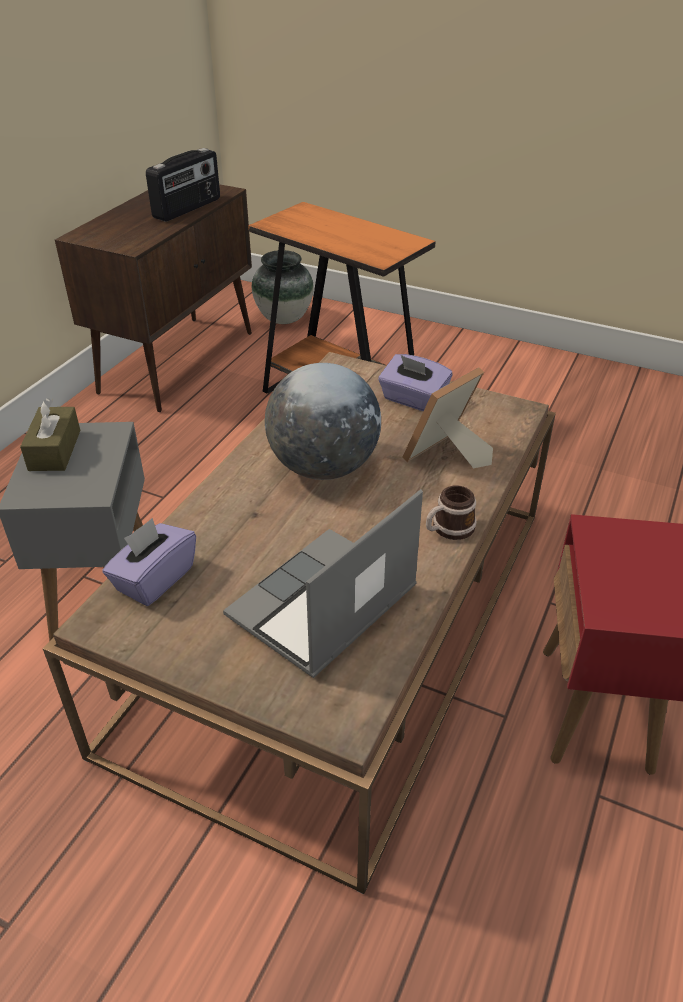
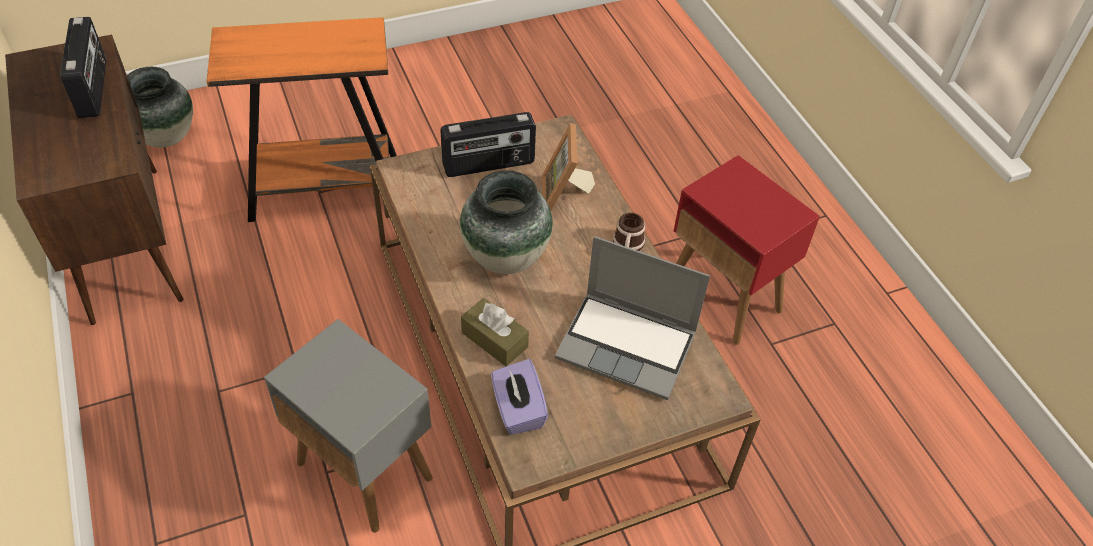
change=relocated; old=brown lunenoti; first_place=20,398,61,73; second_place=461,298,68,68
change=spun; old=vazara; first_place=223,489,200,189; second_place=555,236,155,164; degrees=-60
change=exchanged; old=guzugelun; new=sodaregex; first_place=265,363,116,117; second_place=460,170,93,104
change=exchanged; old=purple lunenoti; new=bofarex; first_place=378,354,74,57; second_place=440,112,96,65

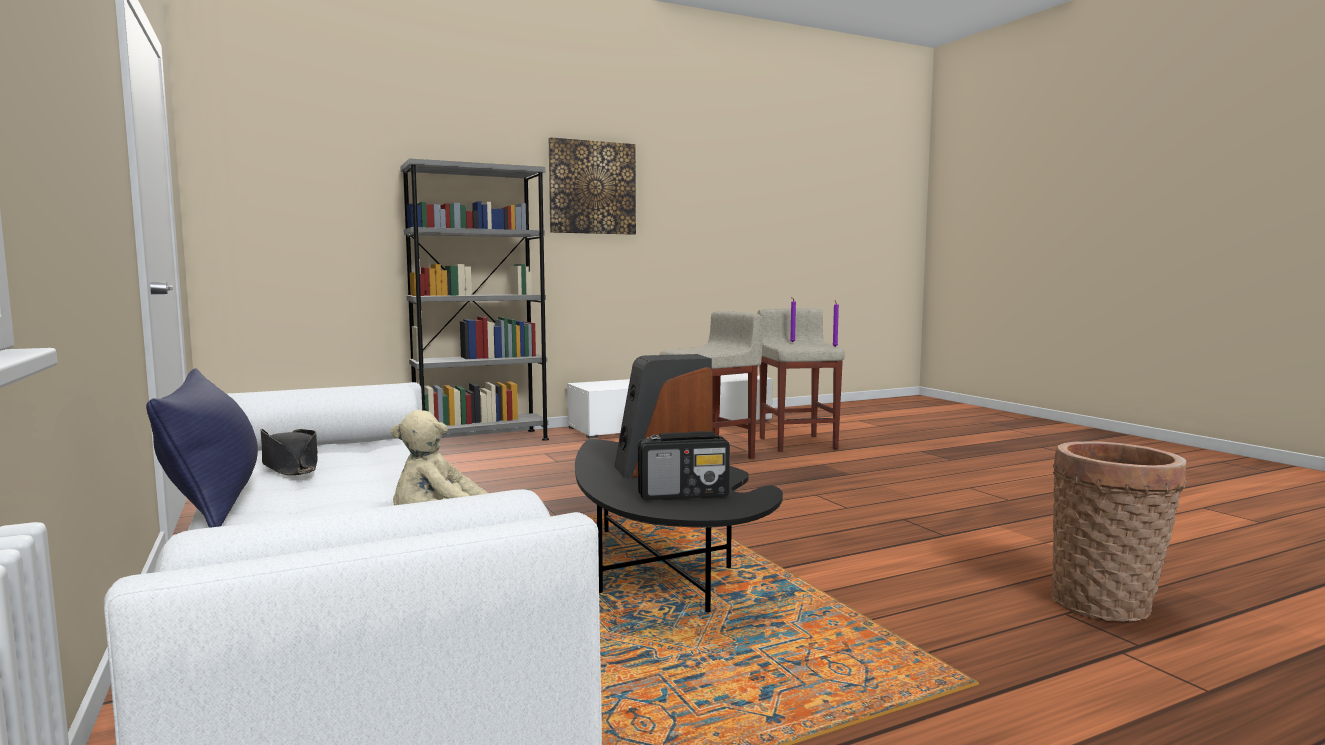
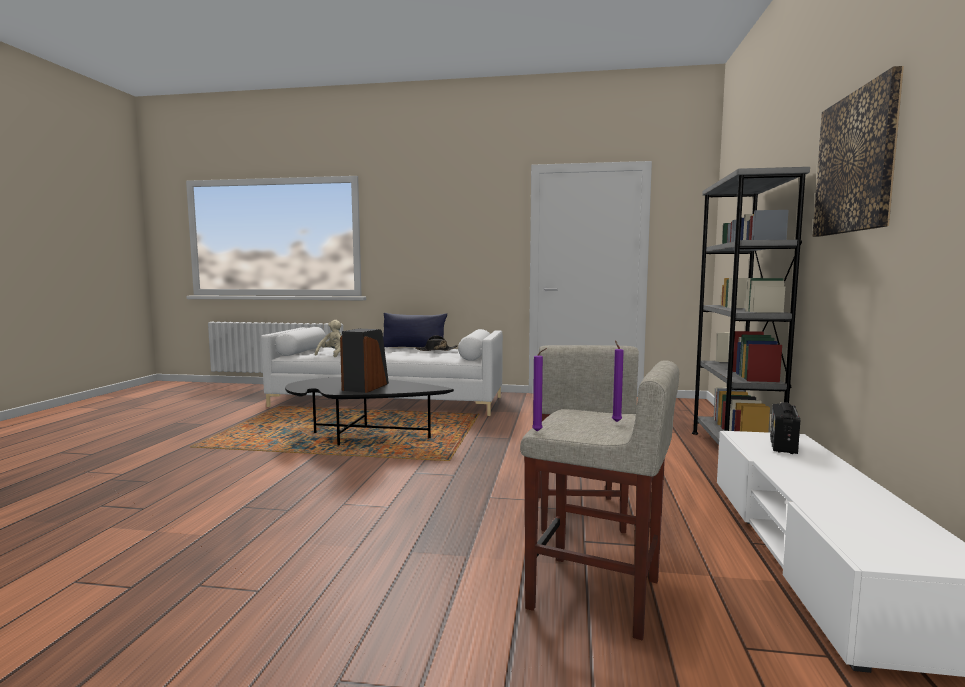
change=relocated; old=bofarex; first_place=638,431,92,69; second_place=770,402,30,52
change=missing; old=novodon; first_place=1051,441,136,181

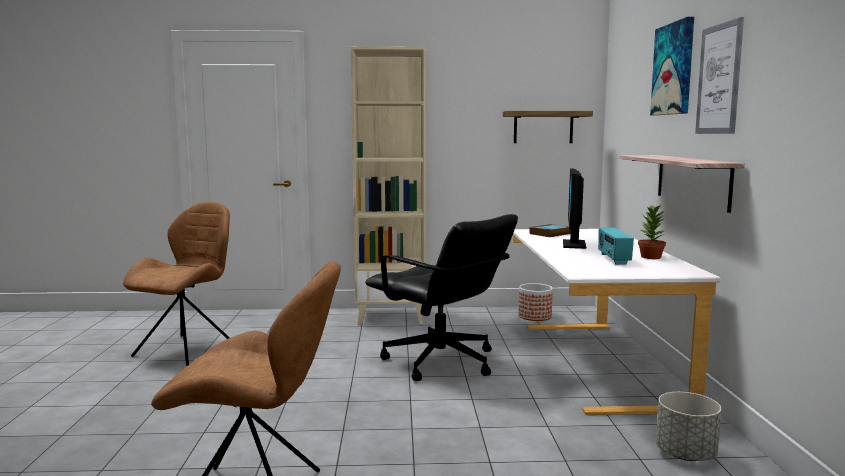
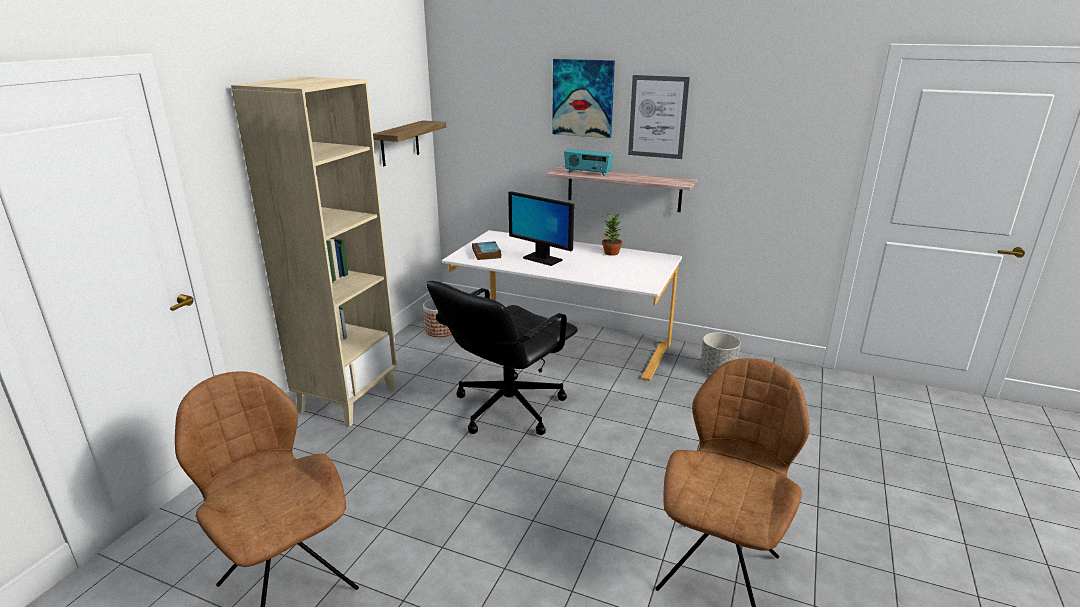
change=spun; old=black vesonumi; first_place=365,214,153,167; second_place=427,281,151,154; degrees=150
change=relocated; old=bofarex; first_place=598,228,36,37; second_place=564,149,49,27

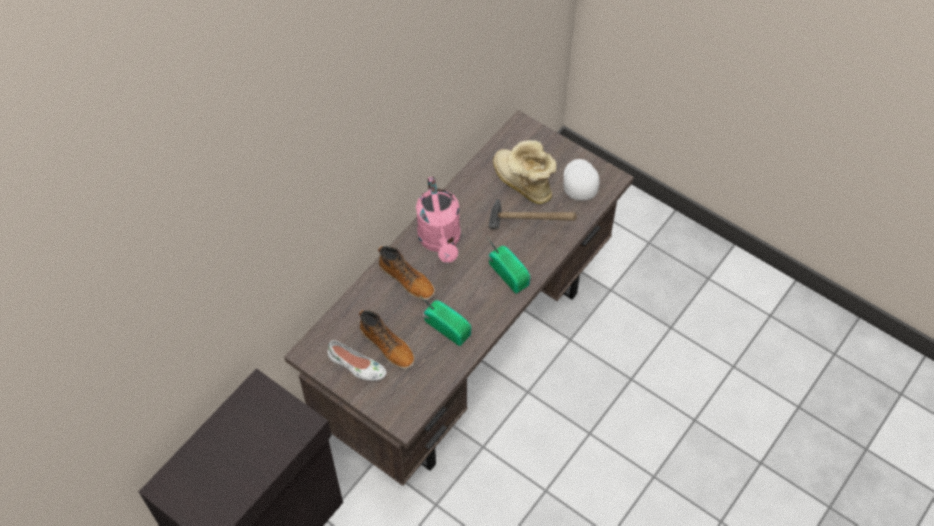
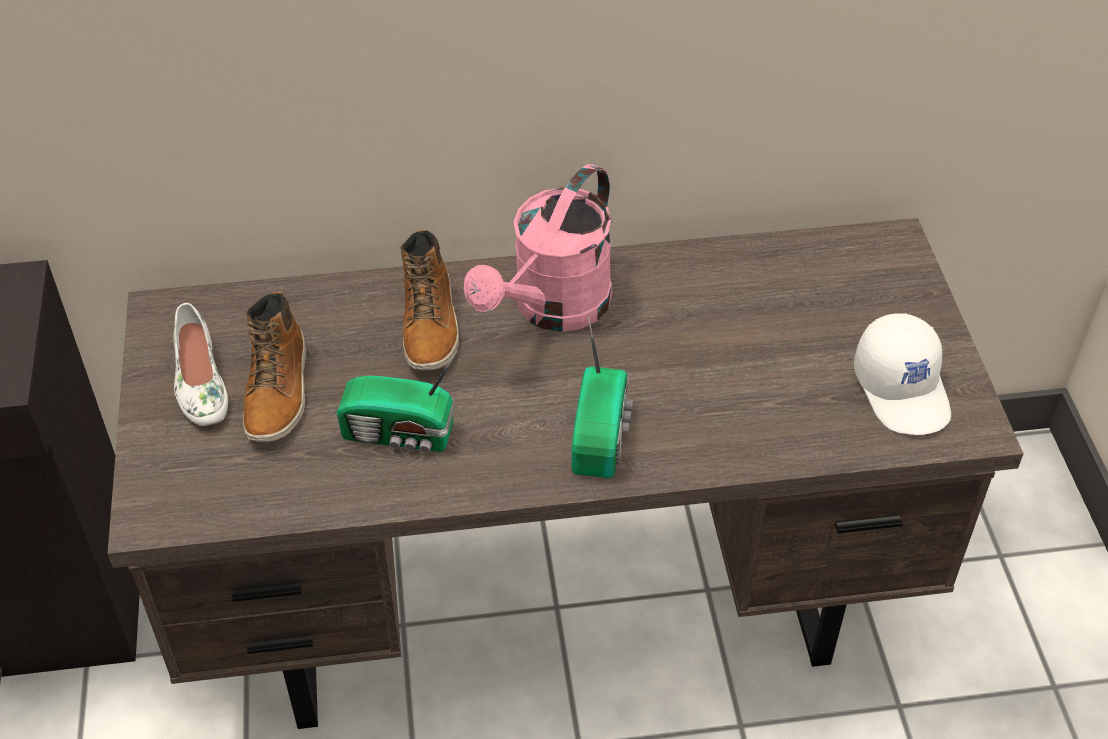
change=spun; old=bofarex; first_place=419,295,53,51; second_place=337,350,121,103; degrees=105
change=missing; old=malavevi; first_place=488,199,89,31
change=missing; old=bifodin; first_place=493,140,64,64
change=spun; old=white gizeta; first_place=564,159,36,41; second_place=854,313,97,122; degrees=120

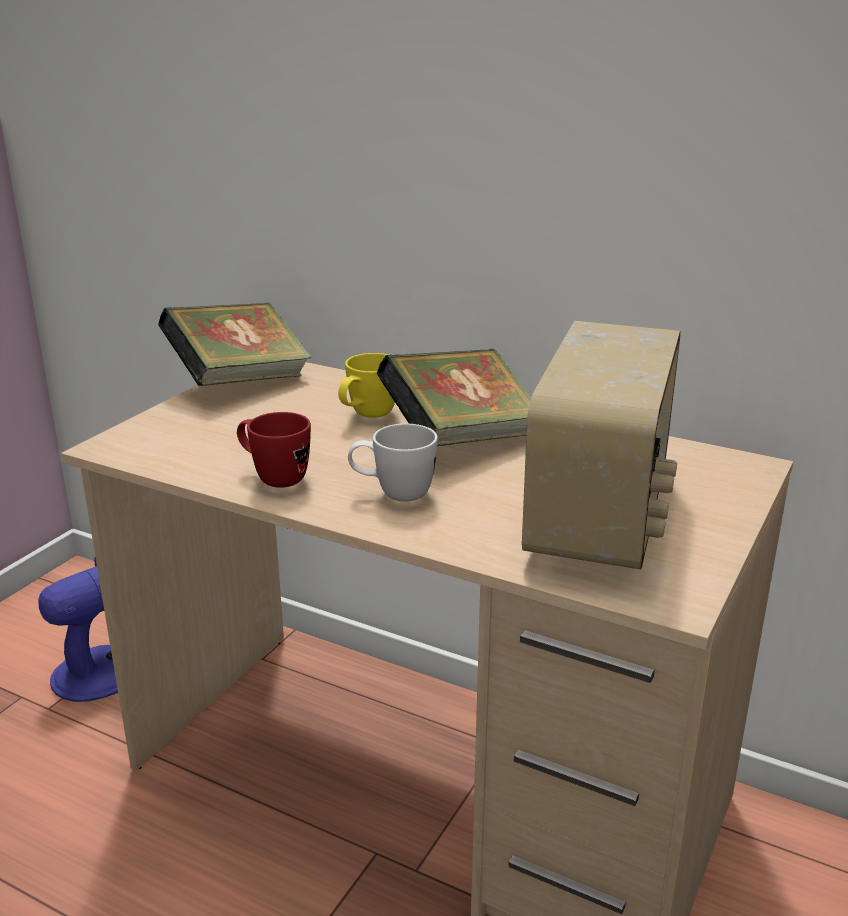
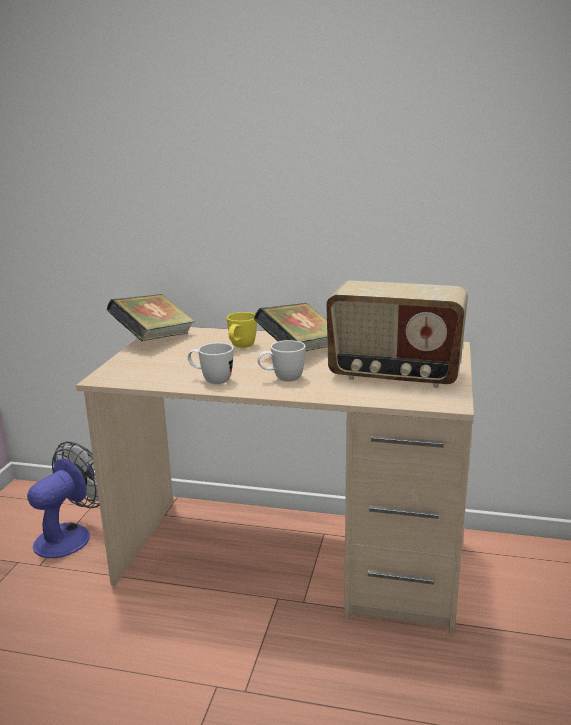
change=colour; old=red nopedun; new=white nopedun; first_place=237,412,74,76; second_place=188,343,45,41
change=spun; old=bofarex; first_place=522,321,159,248; second_place=326,280,142,108; degrees=105

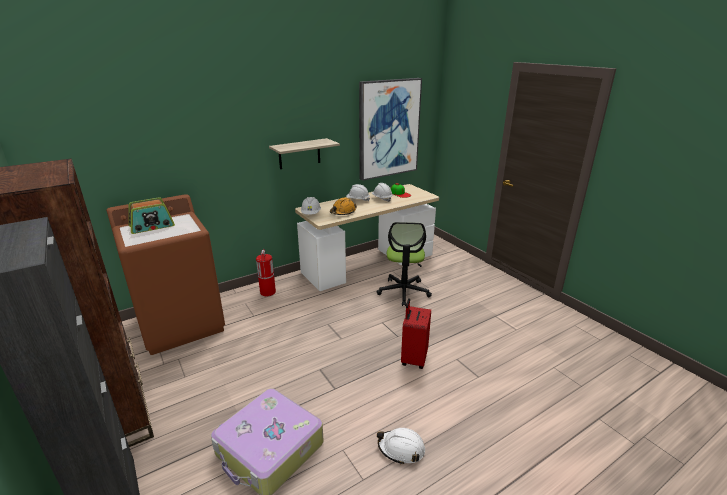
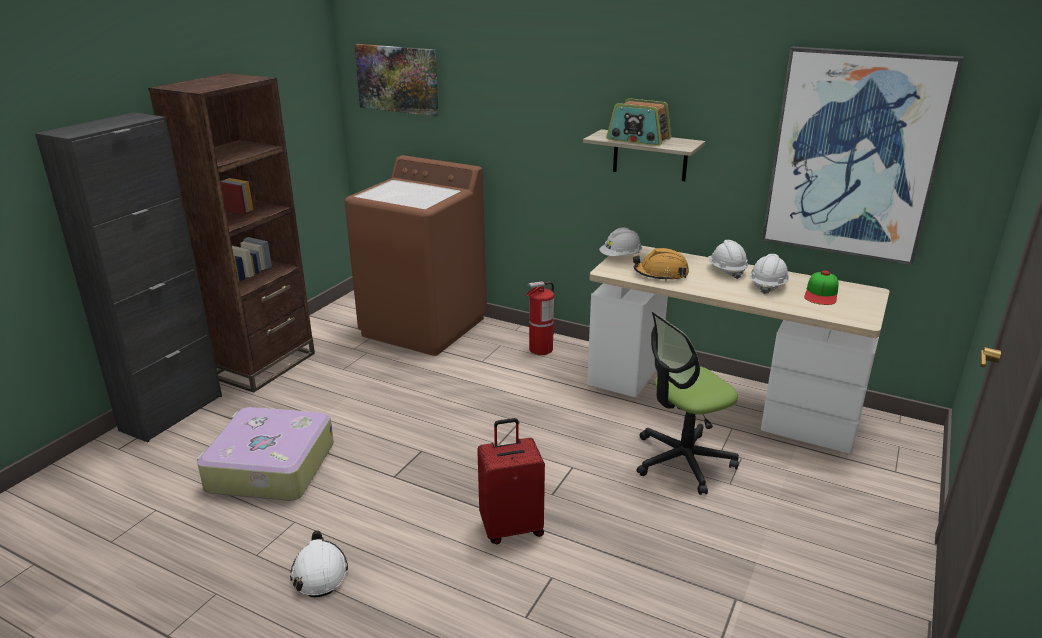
change=relocated; old=bofarex; first_place=129,198,46,36; second_place=606,98,66,48
change=appeared; new=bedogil; second_place=354,44,85,72

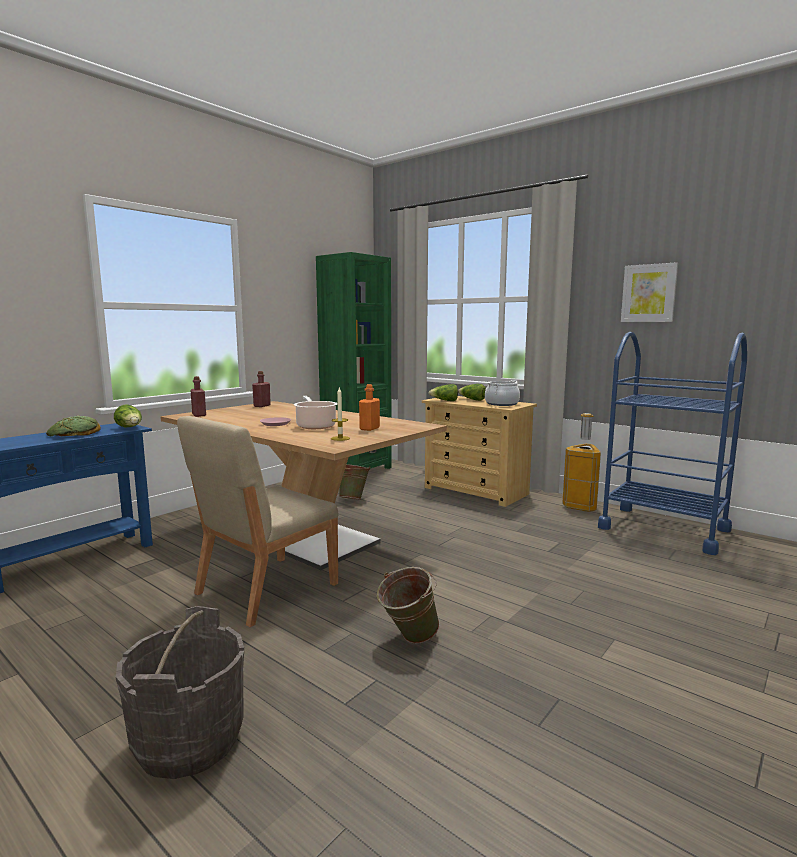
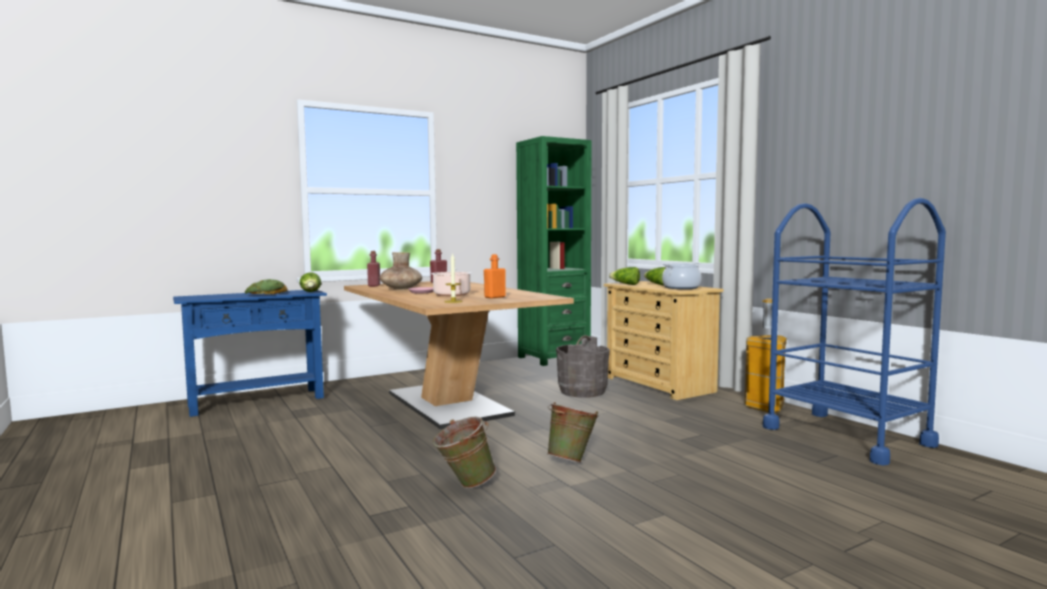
change=relocated; old=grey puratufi; first_place=116,606,128,173; second_place=556,335,54,63
change=missing; old=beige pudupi; first_place=177,416,162,211
change=relocated; old=green puratufi; first_place=339,464,31,36; second_place=547,402,52,61
change=missing; old=bedogil; first_place=621,262,57,60
change=appeared; new=brown sodaregex; second_place=380,252,42,38

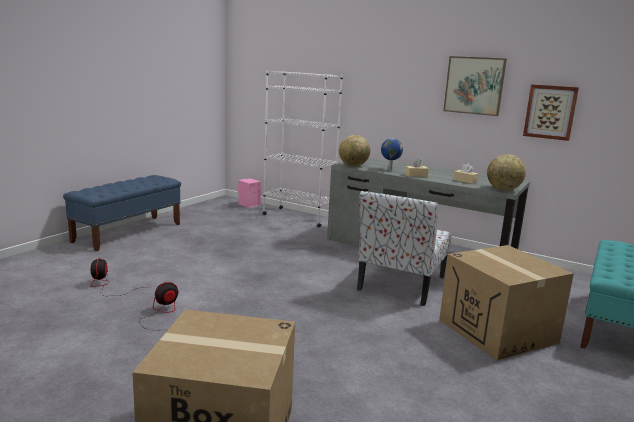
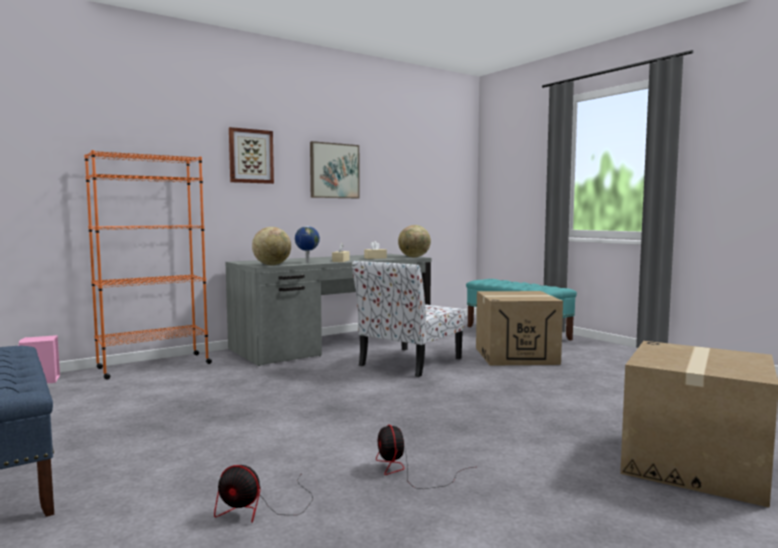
change=colour; old=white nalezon; new=orange nalezon; first_place=263,71,80,157; second_place=84,150,128,230
change=spun; old=pudupi; first_place=357,191,94,115; second_place=352,261,113,116; degrees=75
change=relocated; old=bedogil; first_place=523,84,56,57; second_place=229,127,45,57

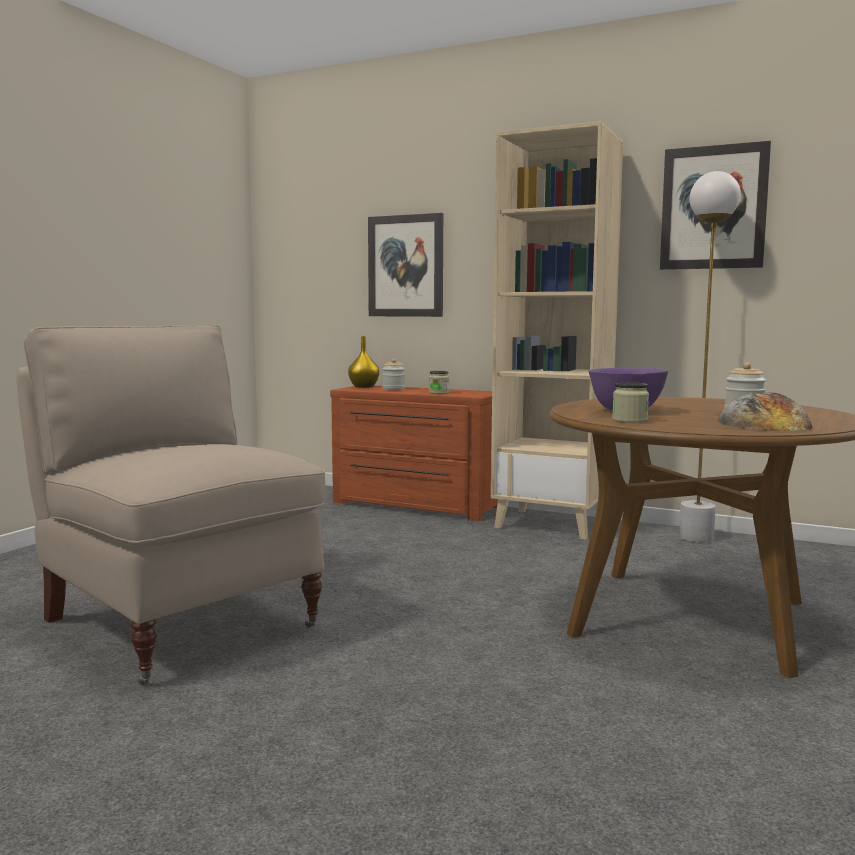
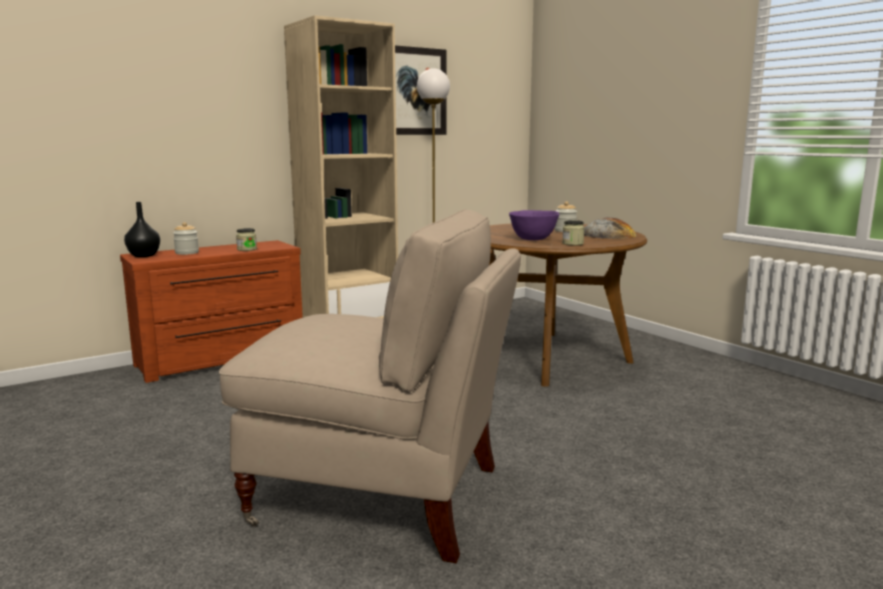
change=spun; old=beige pudupi; first_place=16,325,310,360; second_place=219,209,302,354; degrees=-150
change=colour; old=yellow sodaregex; new=black sodaregex; first_place=348,336,31,52; second_place=124,202,36,55
change=missing; old=bedogil; first_place=368,213,75,104

